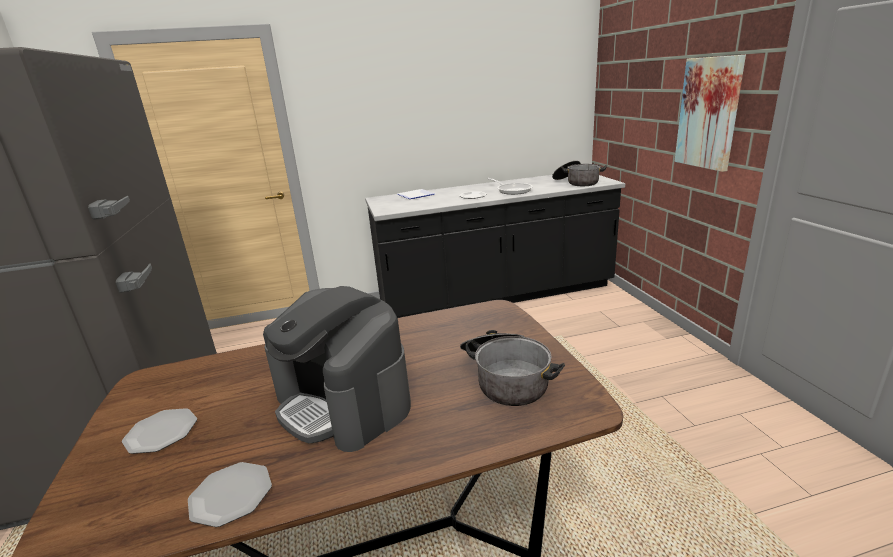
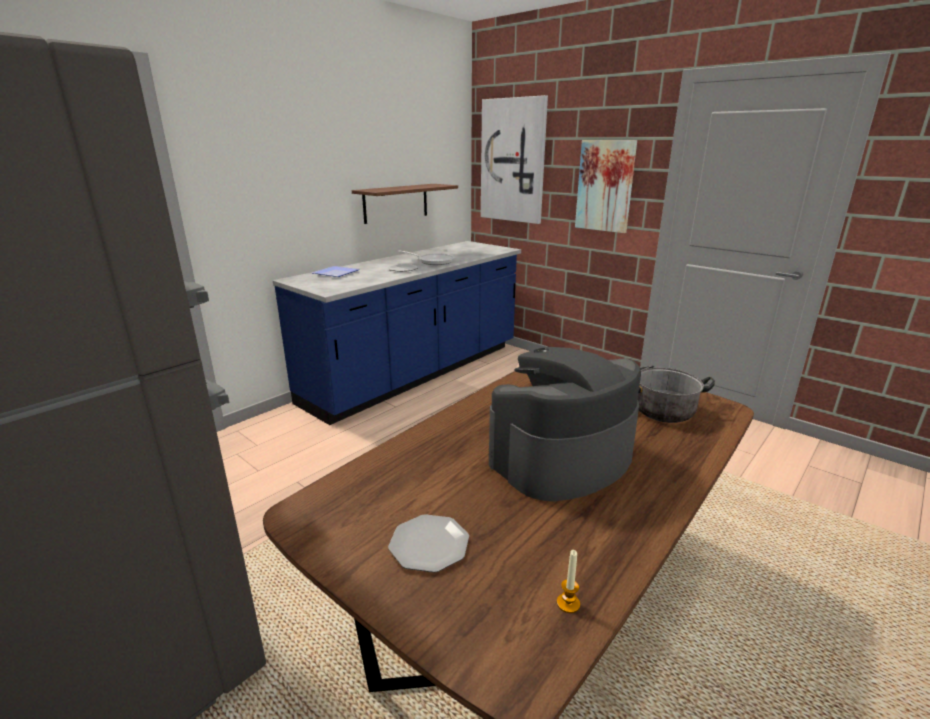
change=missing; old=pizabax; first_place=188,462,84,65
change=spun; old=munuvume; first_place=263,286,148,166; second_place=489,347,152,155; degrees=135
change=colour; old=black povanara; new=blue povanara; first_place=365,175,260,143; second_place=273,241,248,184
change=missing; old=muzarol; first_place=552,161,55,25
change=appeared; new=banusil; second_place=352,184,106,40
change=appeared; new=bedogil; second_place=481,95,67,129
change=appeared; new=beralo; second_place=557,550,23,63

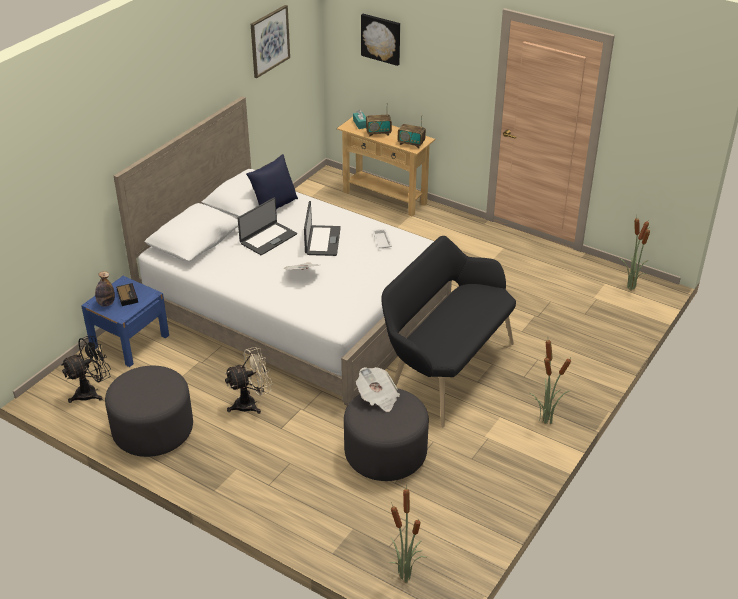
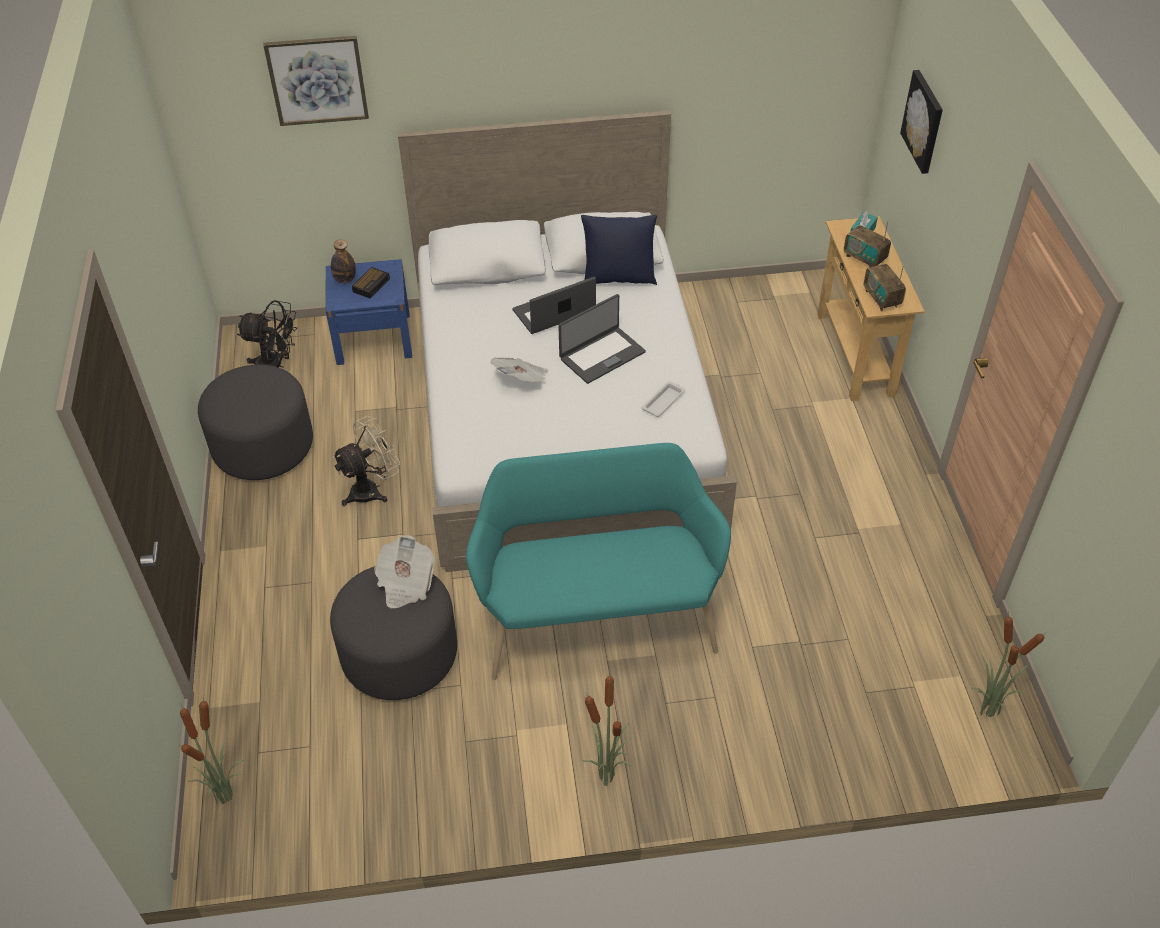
change=spun; old=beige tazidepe; first_place=224,347,48,67; second_place=332,416,68,90; degrees=-60
change=spun; old=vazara; first_place=238,197,59,58; second_place=512,277,84,57; degrees=150
change=relocated; old=bedogil; first_place=251,5,39,73; second_place=263,36,106,90
change=colour; old=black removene; new=turquoise removene; first_place=382,236,134,191; second_place=466,443,265,237

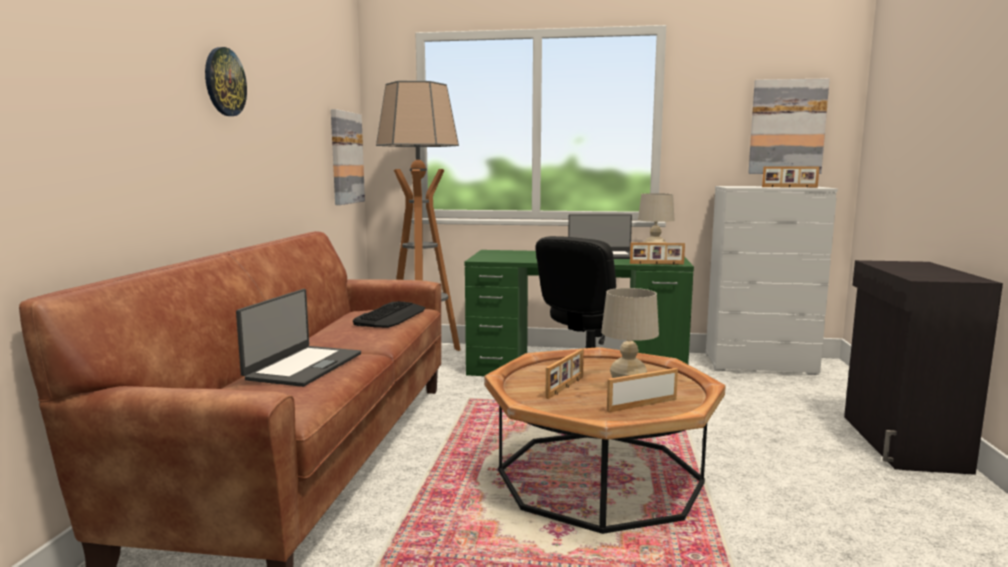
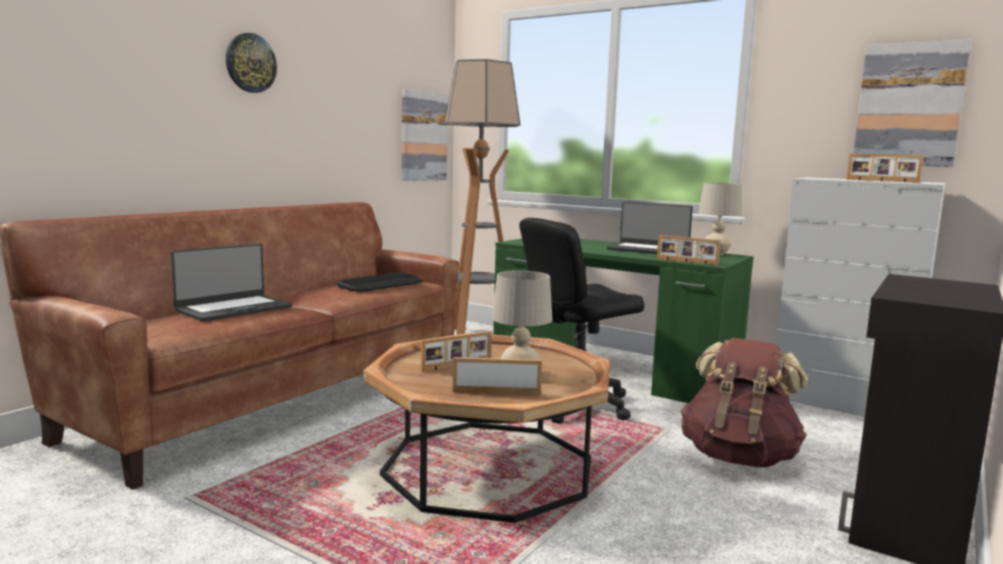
change=appeared; new=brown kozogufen; second_place=681,338,127,129

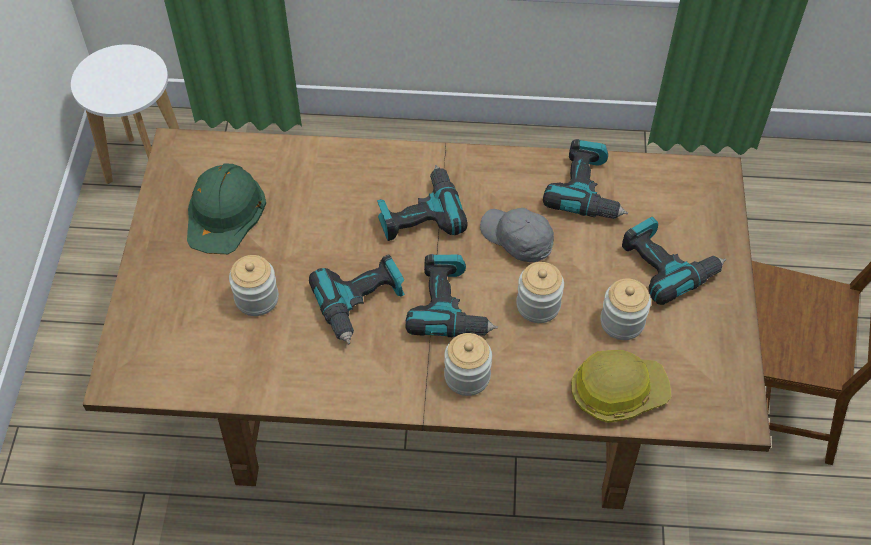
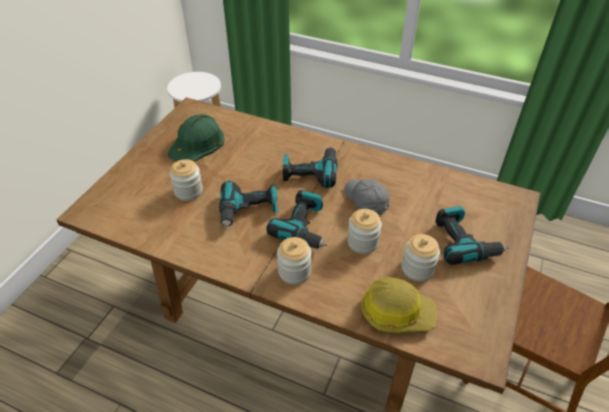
change=missing; old=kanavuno; first_place=543,139,85,80

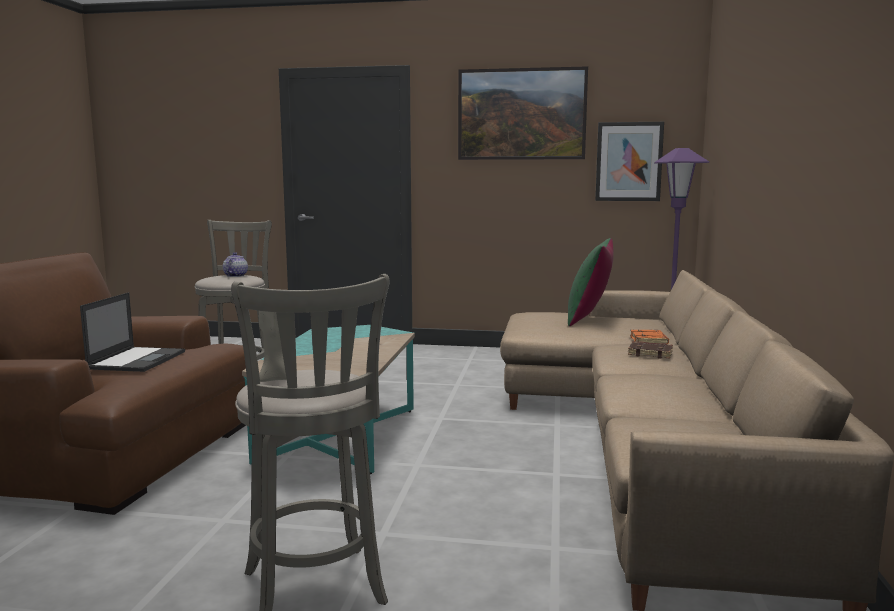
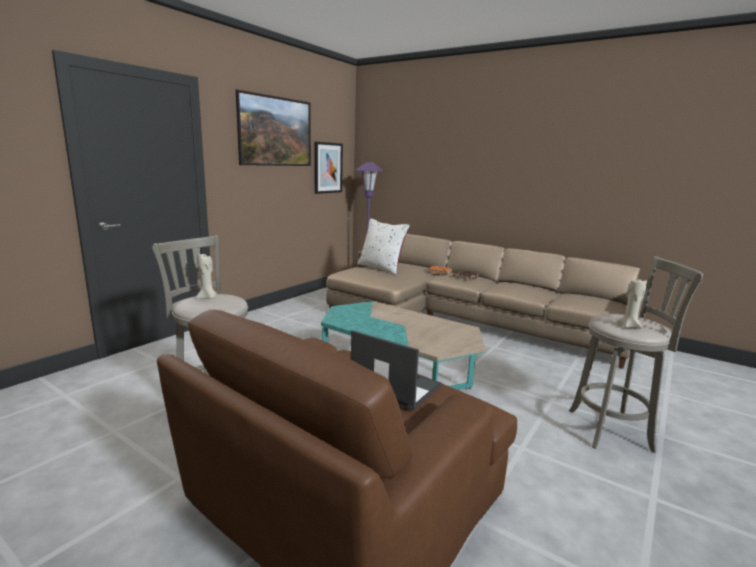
change=exchanged; old=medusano; new=beige beralo; first_place=223,252,25,25; second_place=196,253,21,46
change=colour; old=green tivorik; new=white tivorik; first_place=568,238,46,88; second_place=357,219,53,56

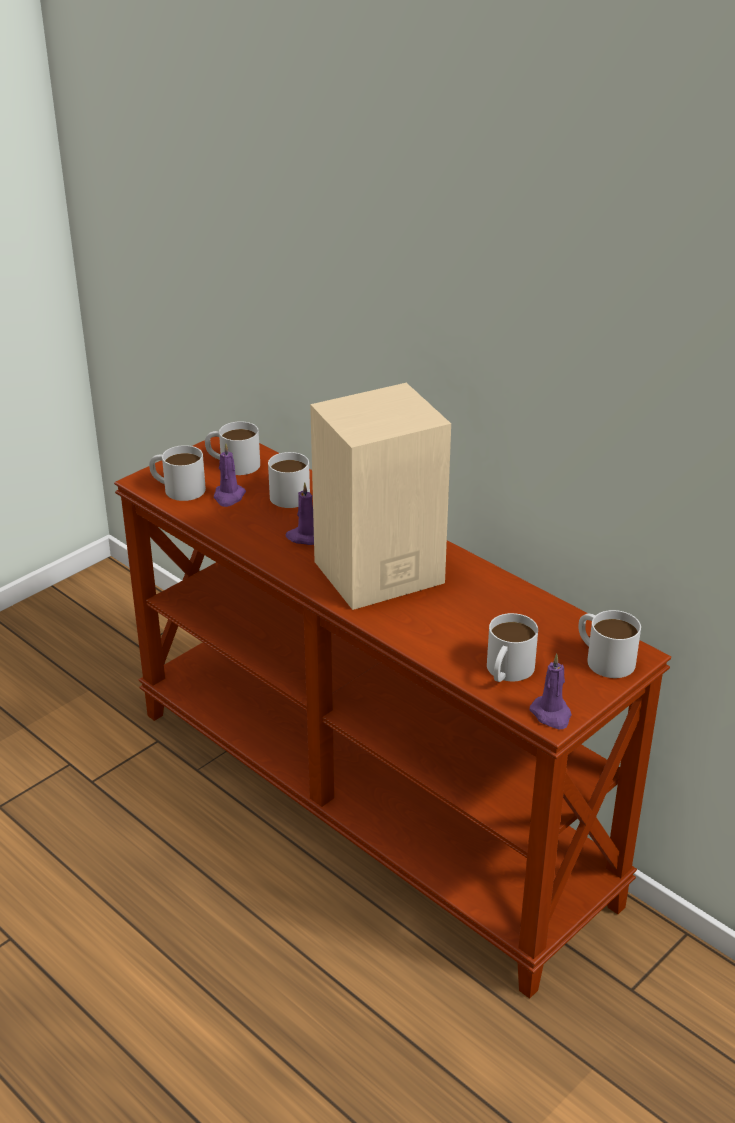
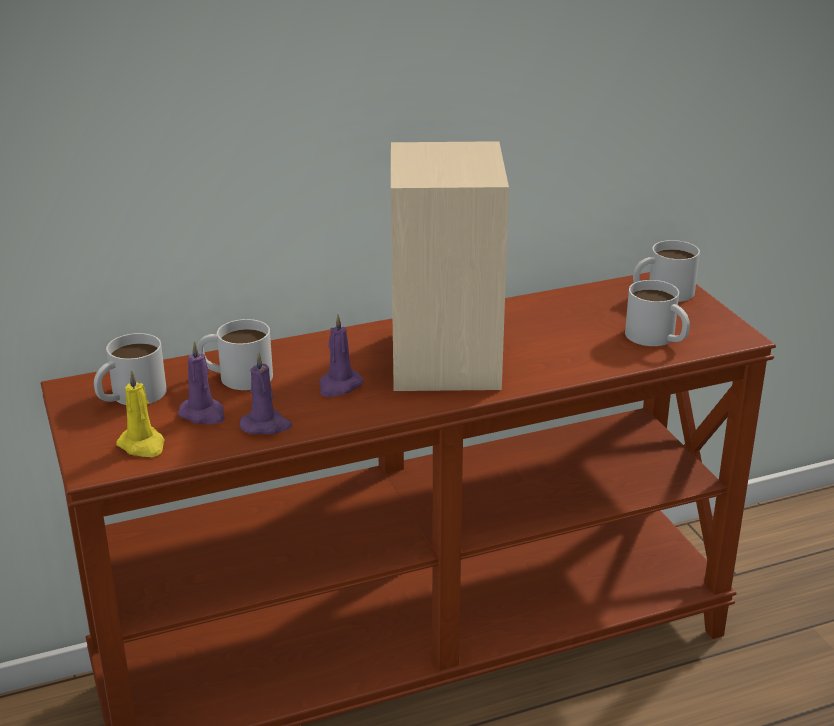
change=exchanged; old=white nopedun; new=yellow beralo; first_place=149,445,57,56; second_place=116,370,49,87
change=relocated; old=purple beralo; first_place=529,654,43,75; second_place=240,352,52,83

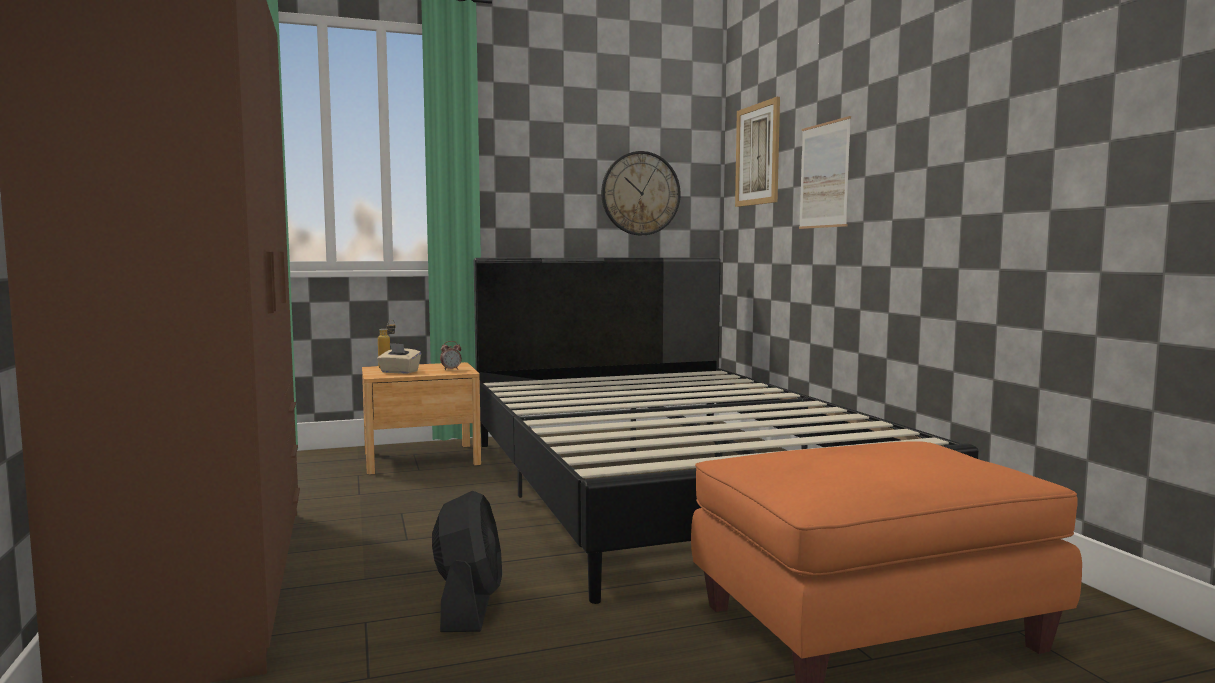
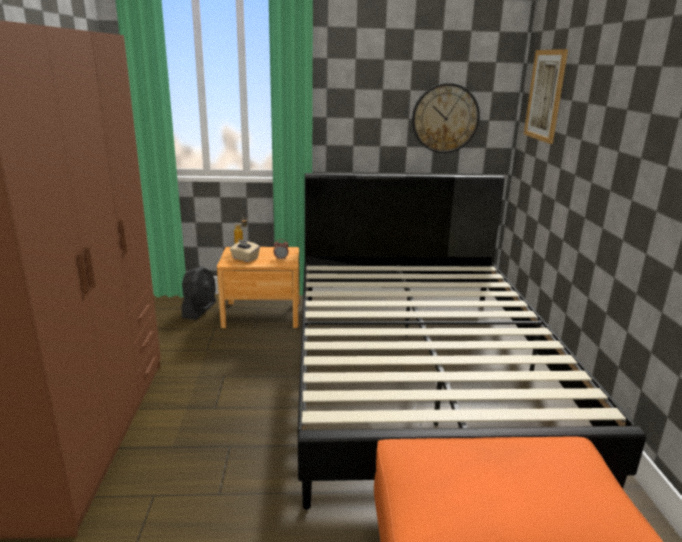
change=relocated; old=black tazidepe; first_place=432,491,70,141; second_place=182,266,34,54
change=missing; old=bedogil; first_place=799,116,52,113

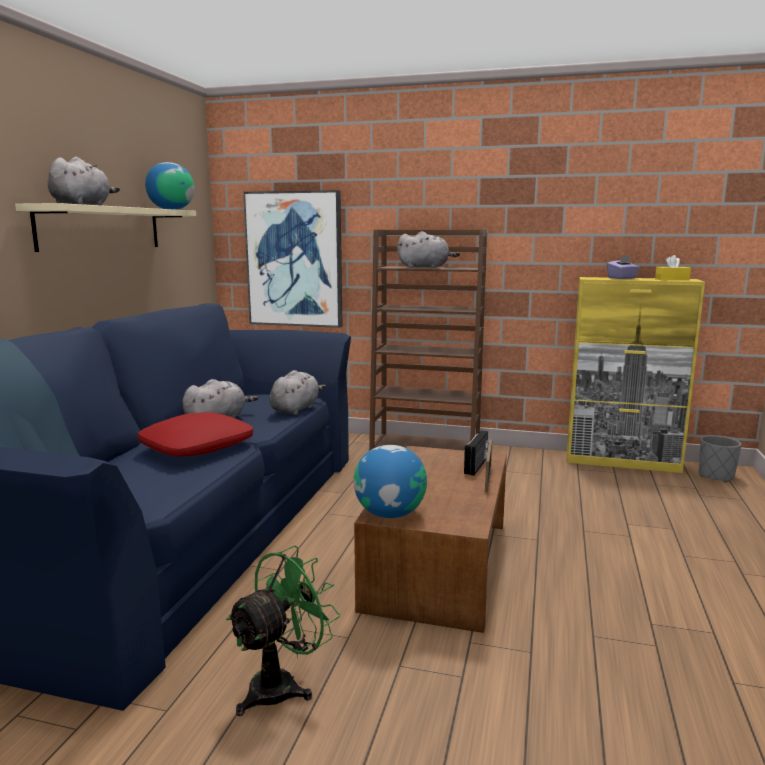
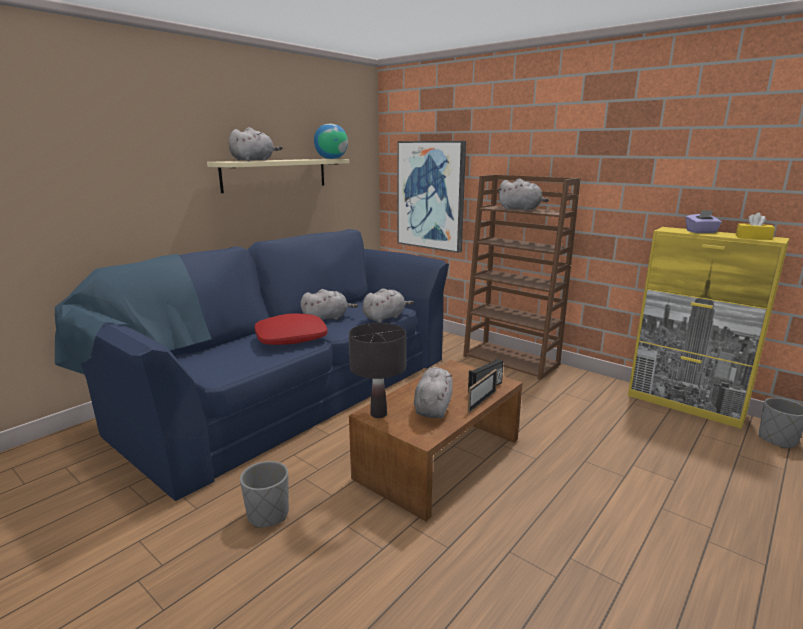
change=exchanged; old=green tazidepe; new=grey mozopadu; first_place=226,546,114,170; second_place=240,461,49,67
change=exchanged; old=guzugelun; new=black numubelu; first_place=353,445,74,73; second_place=349,323,57,95
change=appeared; new=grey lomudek; second_place=414,367,39,51

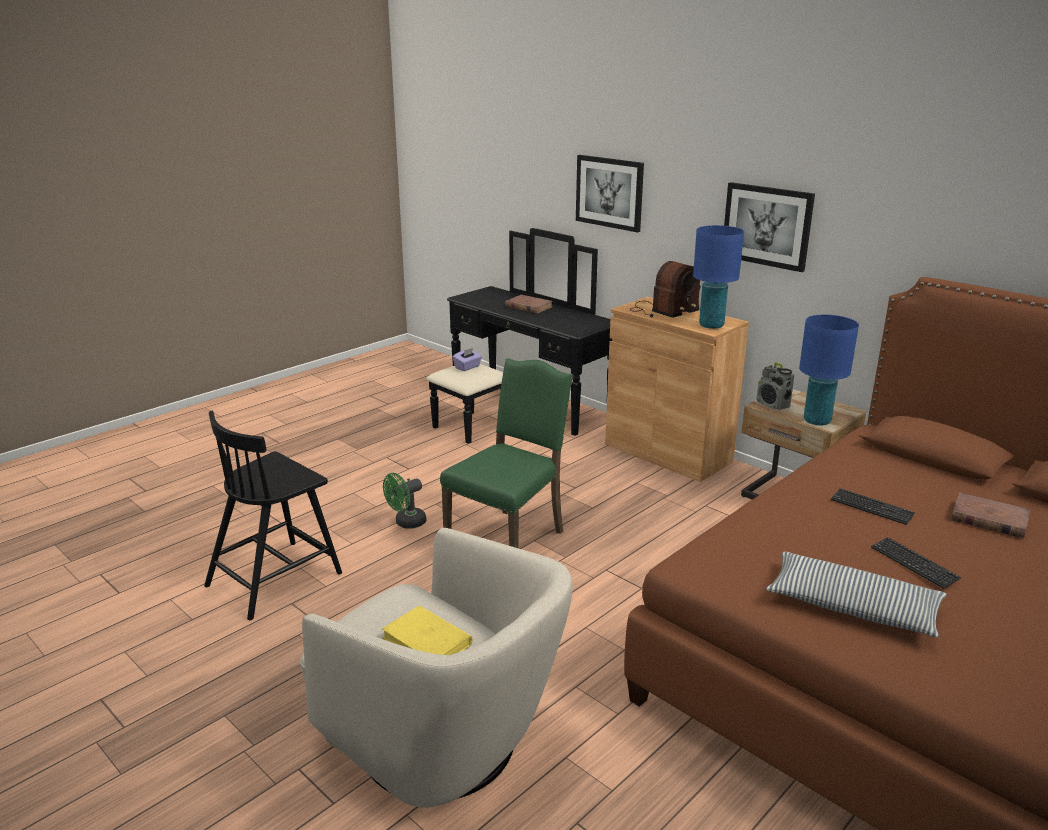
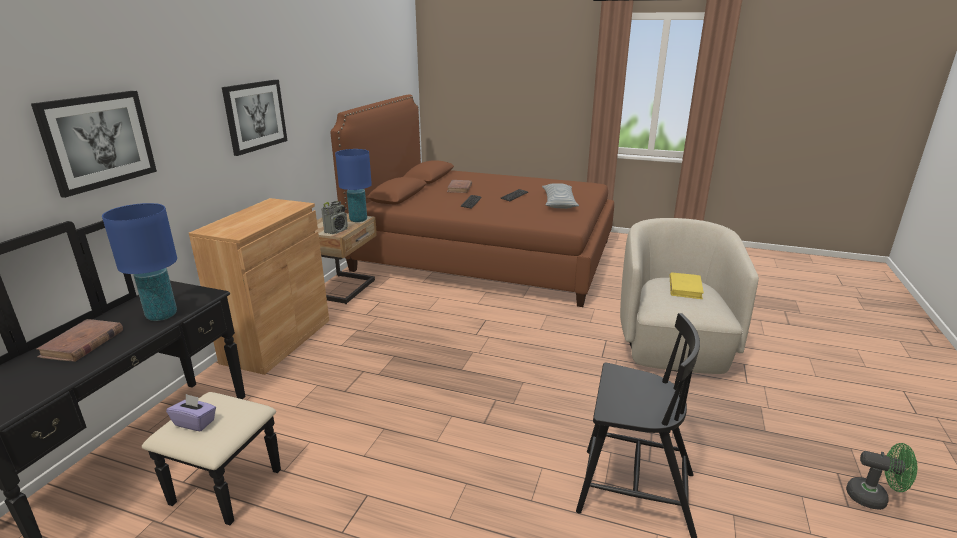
change=relocated; old=green tazidepe; first_place=383,473,43,56; second_place=846,443,71,67
change=missing; old=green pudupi; first_place=440,358,133,190
change=missing; old=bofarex; first_place=630,261,71,57
change=relocated; old=blue numubelu; first_place=693,225,51,104; second_place=102,203,75,118

